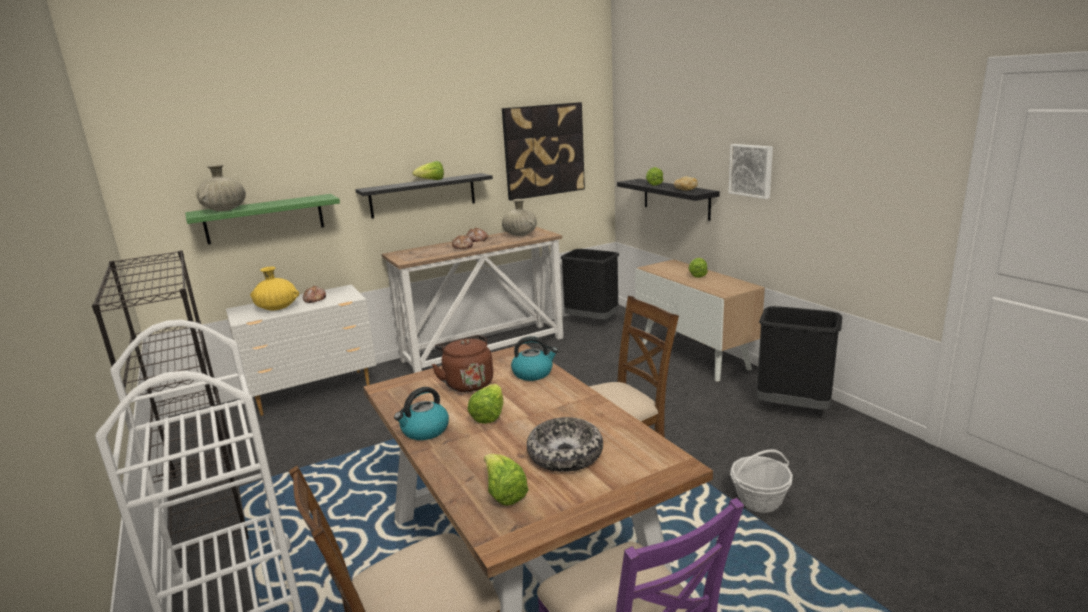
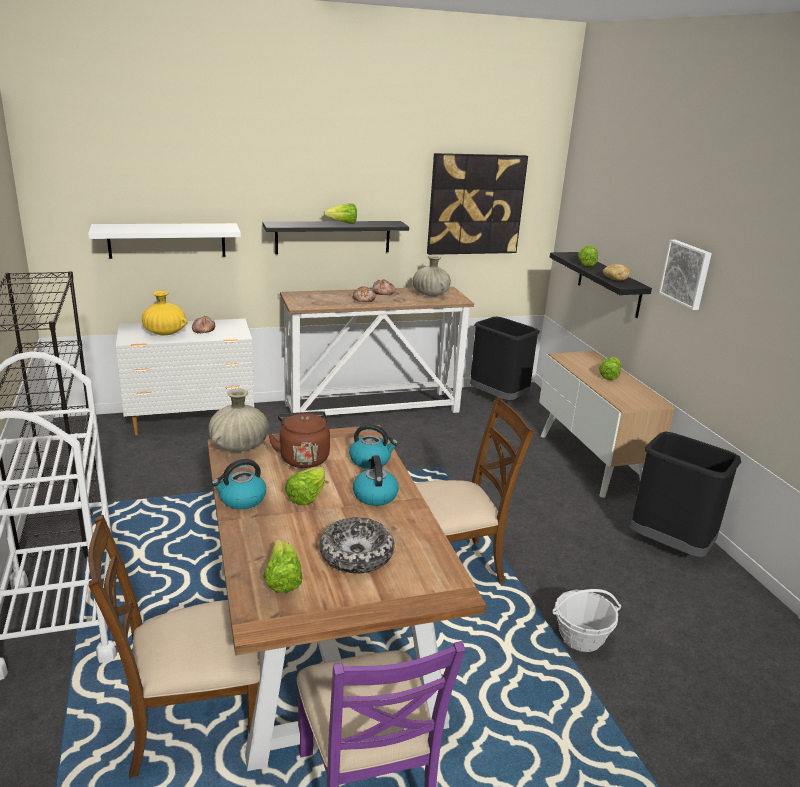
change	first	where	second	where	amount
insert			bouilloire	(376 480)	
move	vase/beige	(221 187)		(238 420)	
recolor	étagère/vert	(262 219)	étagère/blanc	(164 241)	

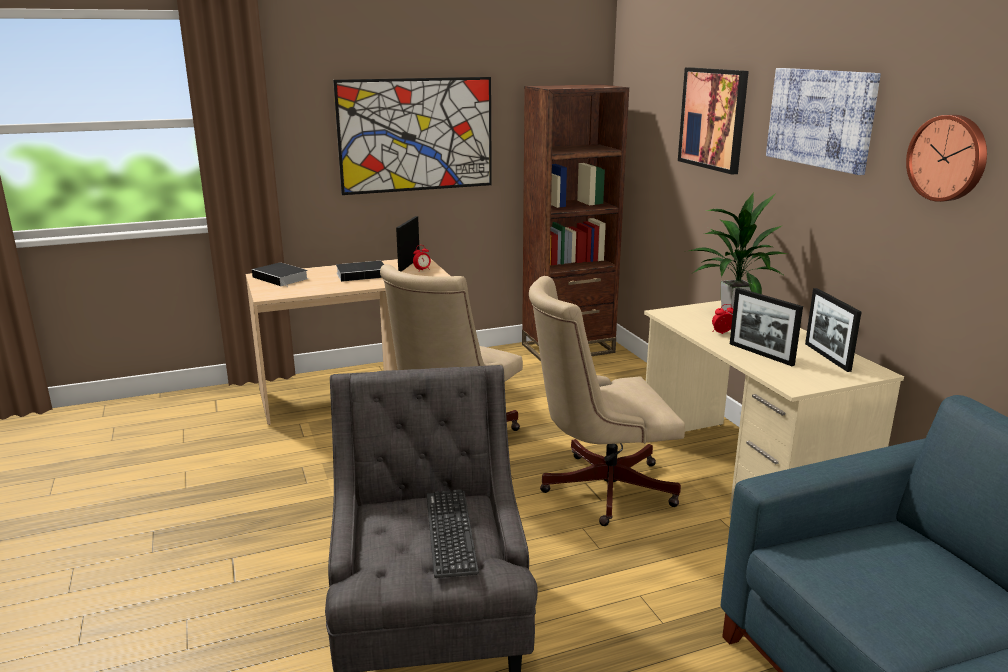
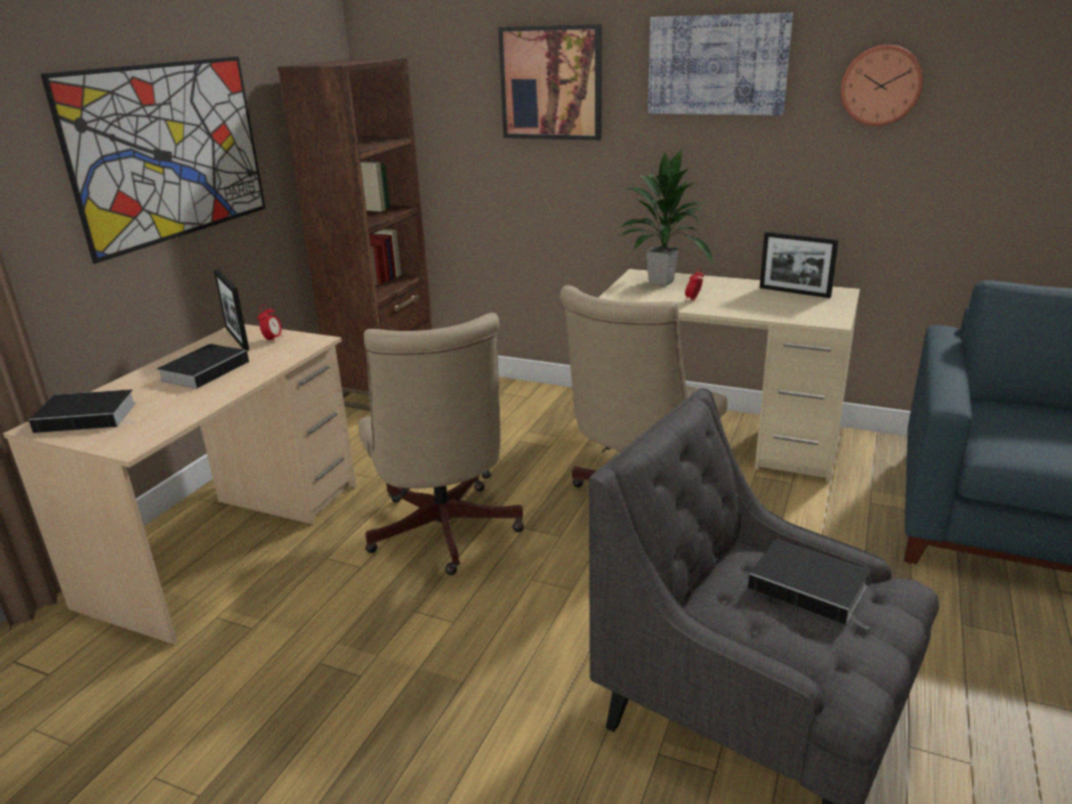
change	first	where	second	where	amount
delete	cadre photo	(766 327)			
replace	clavier	(453 533)	livre	(809 585)	

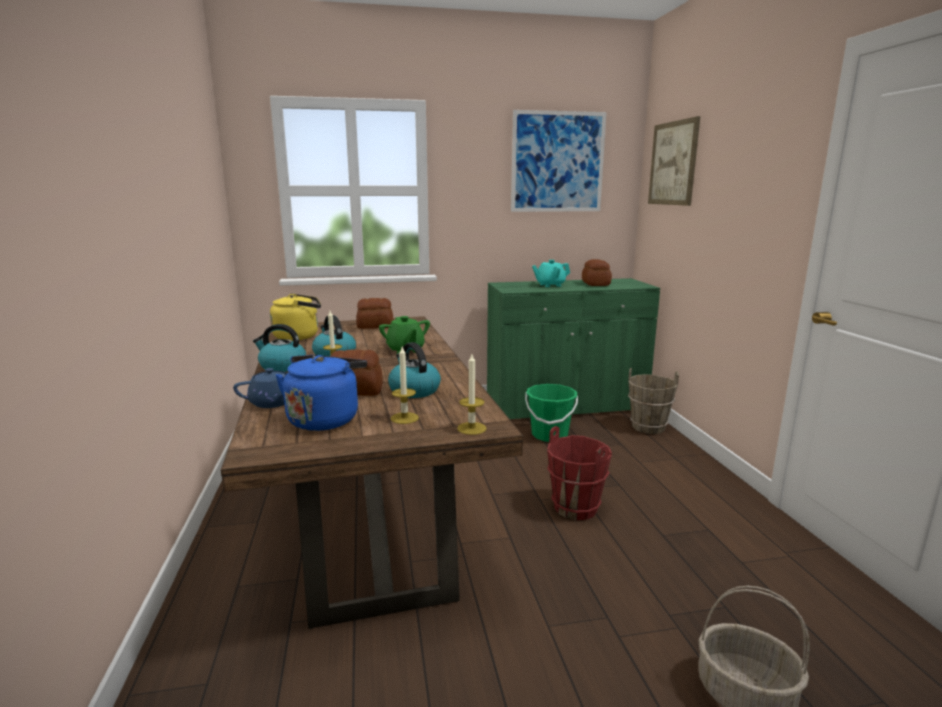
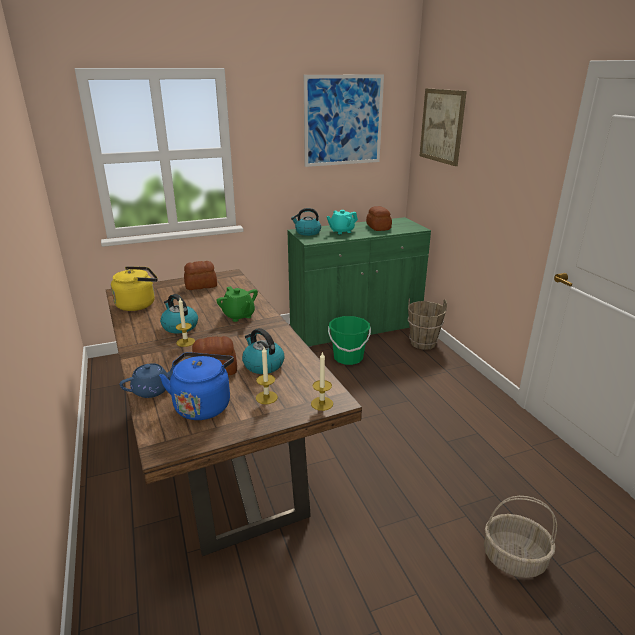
change	first	where	second	where	amount
delete	seau/rouge	(579 473)			
move	bouilloire	(279 348)		(306 222)	

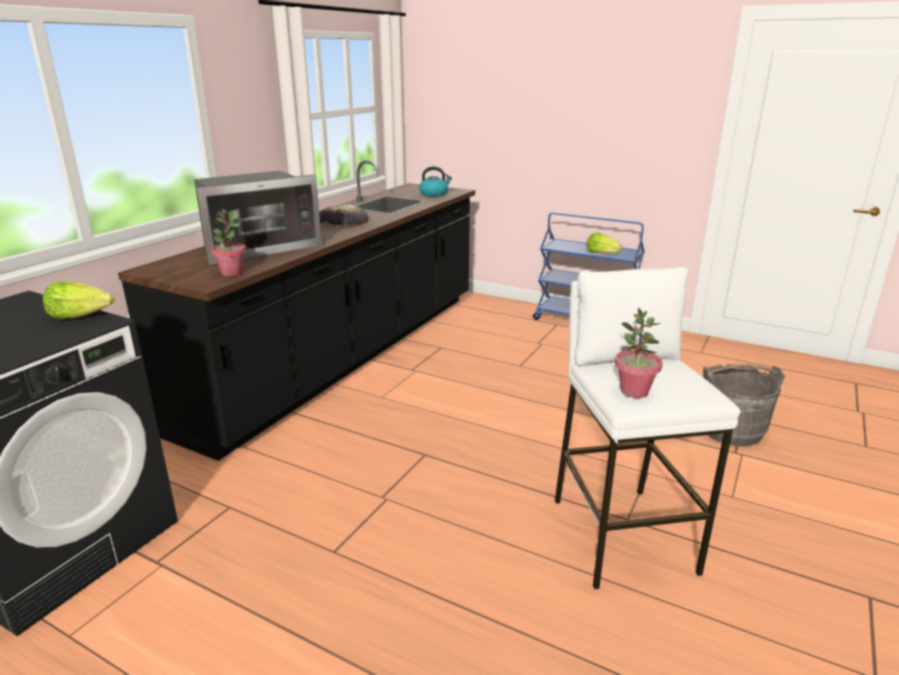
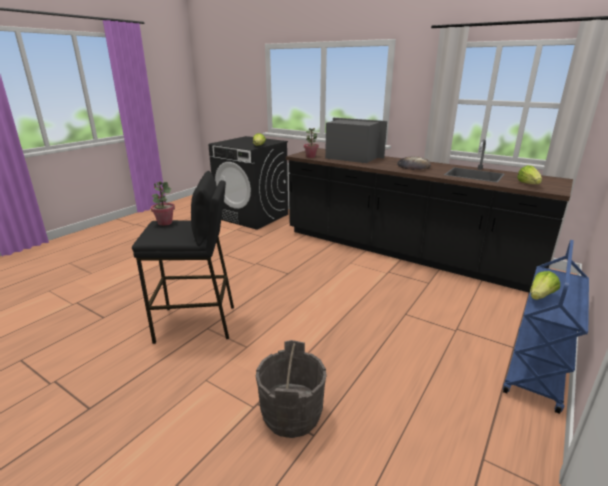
change	first	where	second	where	amount
replace	bouilloire	(435 181)	laitue	(529 174)	
recolor	tabouret/blanc	(647 428)	tabouret/noir	(183 257)	
rotate	micro-ondes	(258 218)		(356 140)	150 degrees clockwise

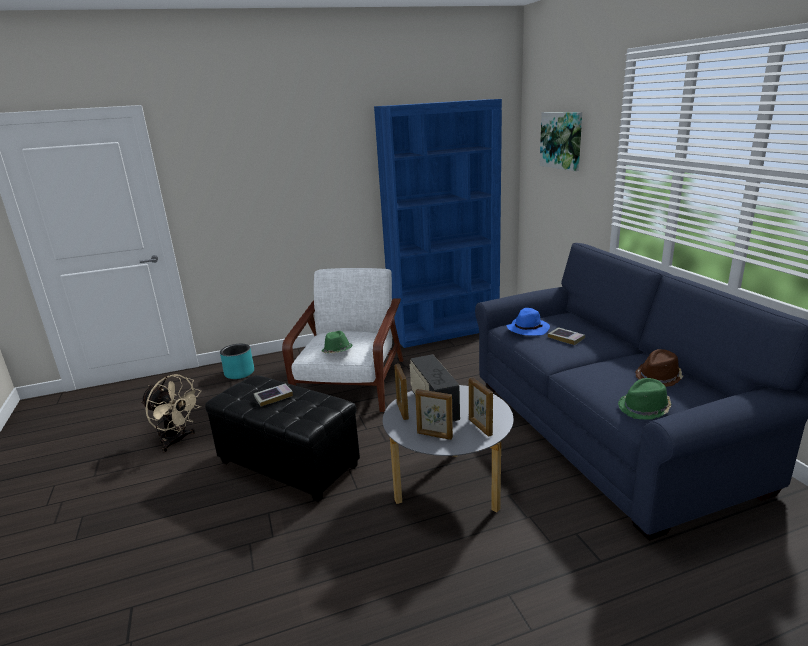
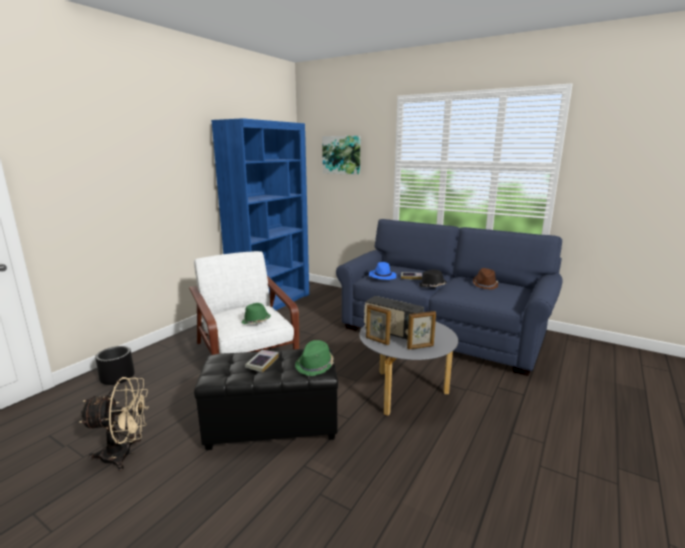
change	first	where	second	where	amount
delete	cadre photo	(481 406)			
insert			chapeau/noir	(433 278)	
move	chapeau/vert	(644 399)		(314 358)	
recolor	cache-pot/turquoise	(237 361)	cache-pot/noir	(115 365)	

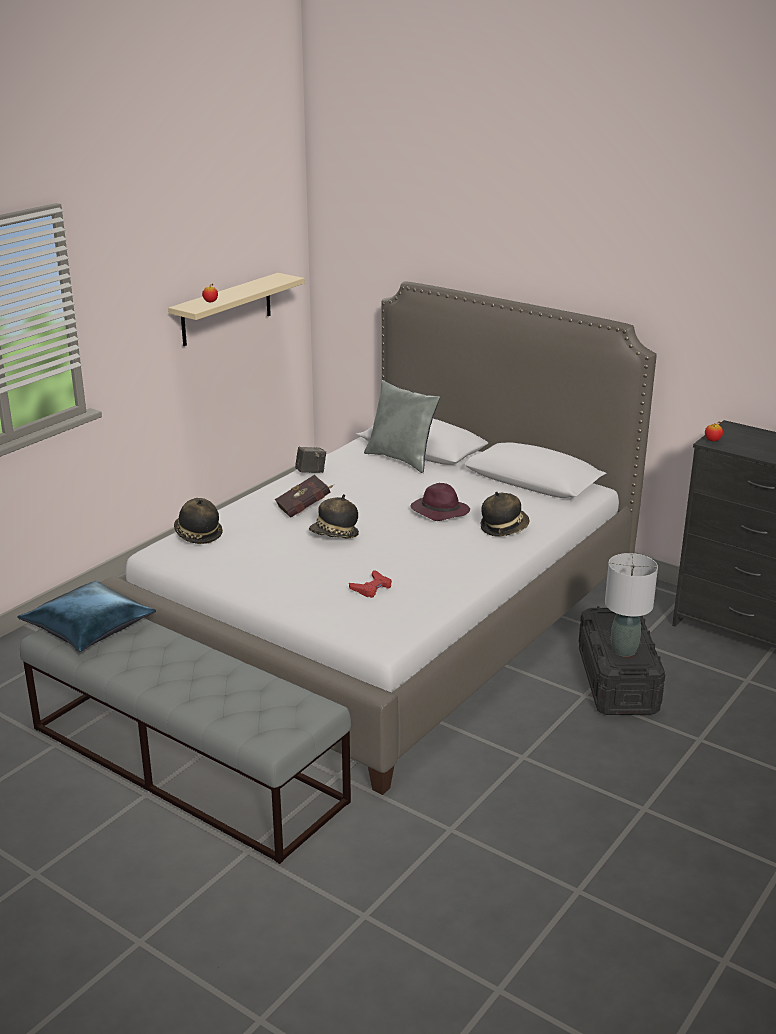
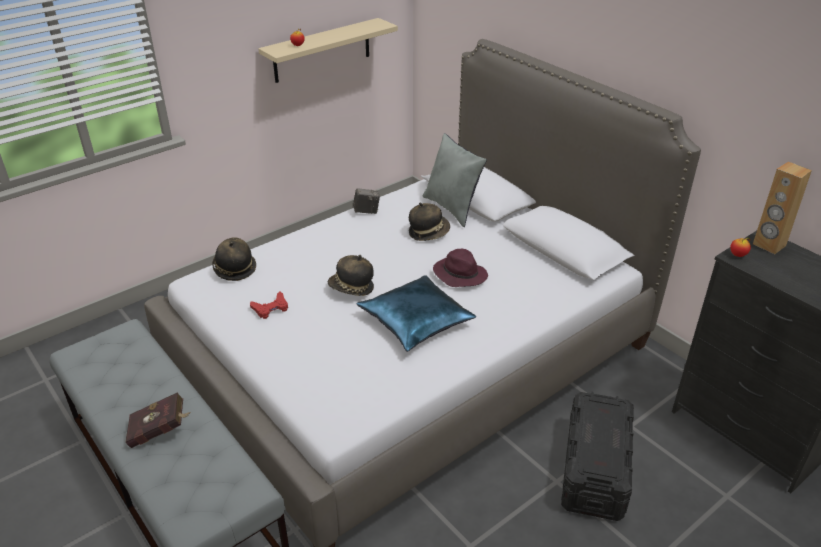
change	first	where	second	where	amount
delete	lampe de table/gris	(631 605)			
insert			enceinte/marron	(782 208)	
move	coussin/bleu	(86 616)		(416 313)	
move	livre/rouge	(304 496)		(158 420)	
move	manette/rouge	(370 584)		(269 305)	
move	chapeau	(505 514)		(429 221)	

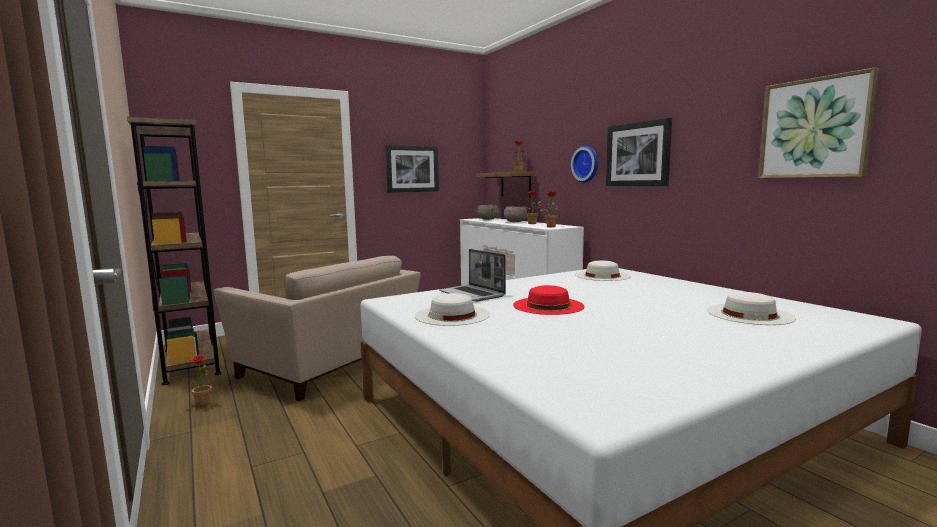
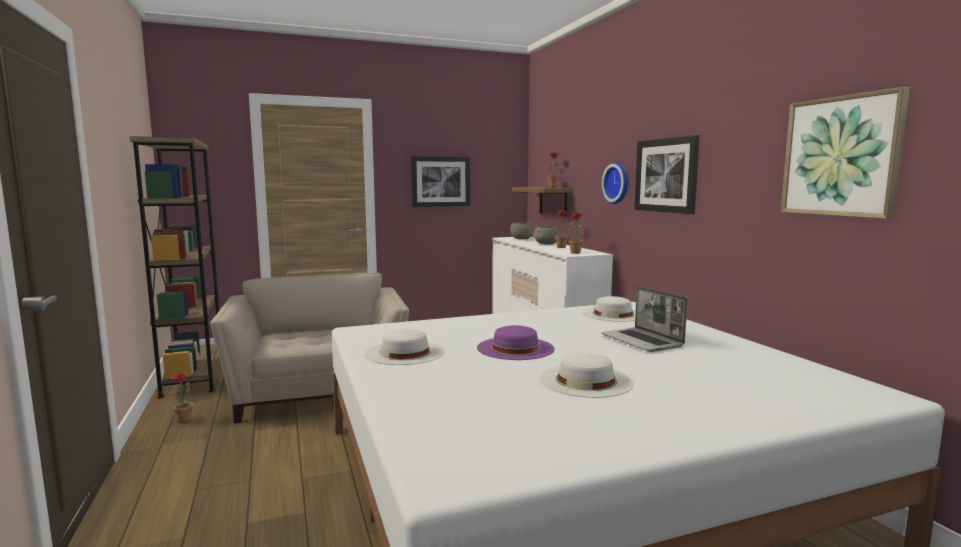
change	first	where	second	where	amount
move	ordinateur portable	(472 275)		(644 319)	
move	chapeau/blanc	(751 308)		(587 375)	
recolor	chapeau/rouge	(549 300)	chapeau/violet	(516 342)	
rotate	fauteuil/beige	(317 328)		(309 348)	150 degrees counterclockwise

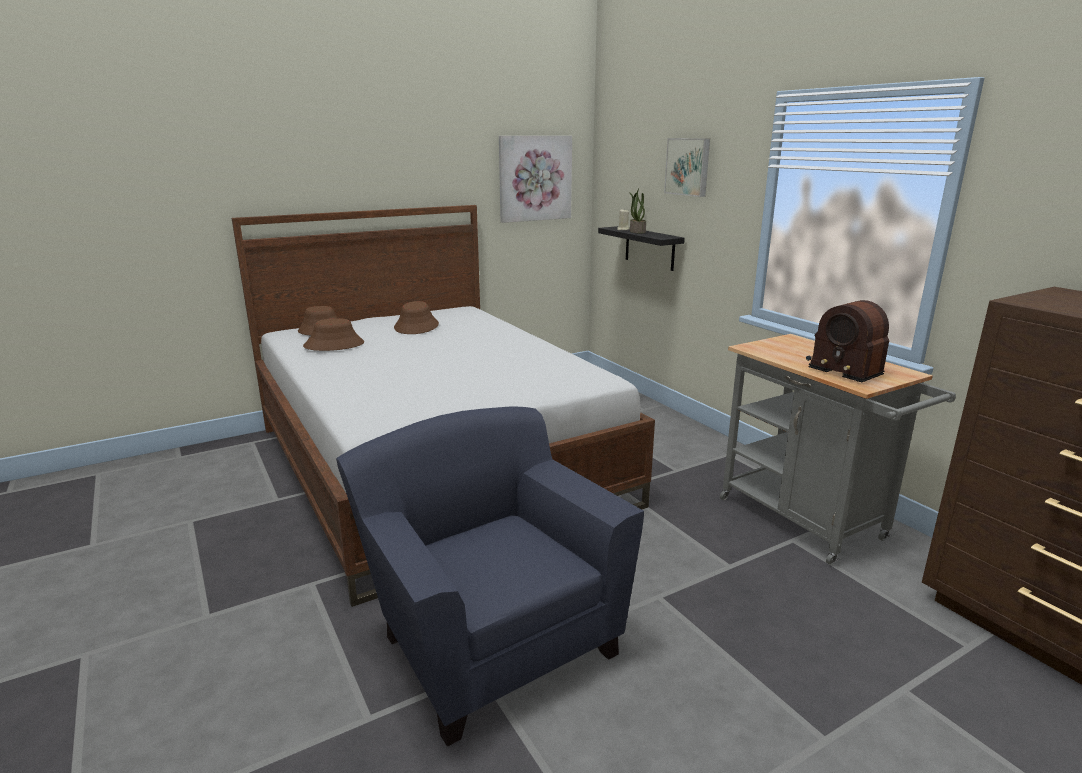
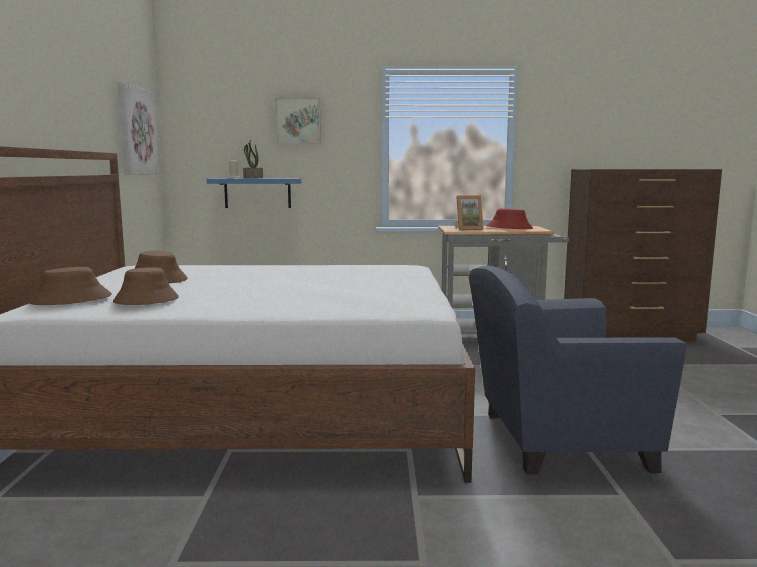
change	first	where	second	where	amount
insert			cadre photo	(469 212)	
replace	radio	(847 341)	chapeau/rouge	(509 218)	
recolor	étagère/noir	(641 248)	étagère/bleu	(253 193)	

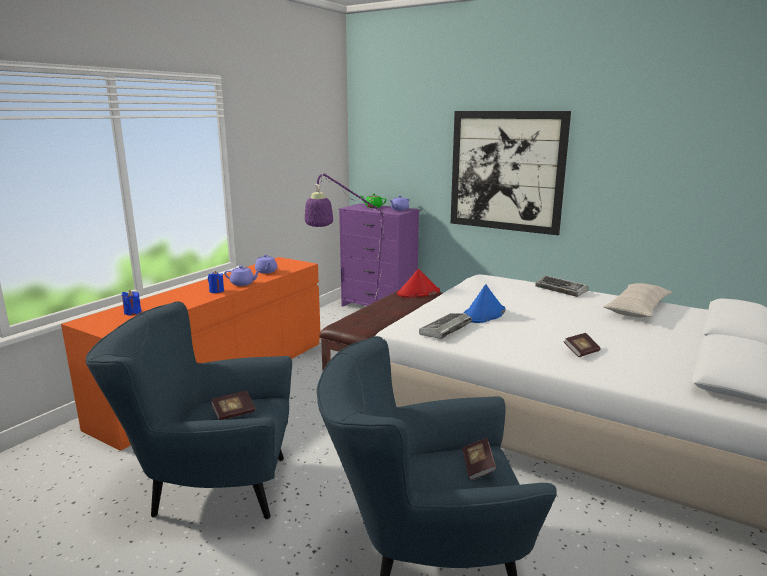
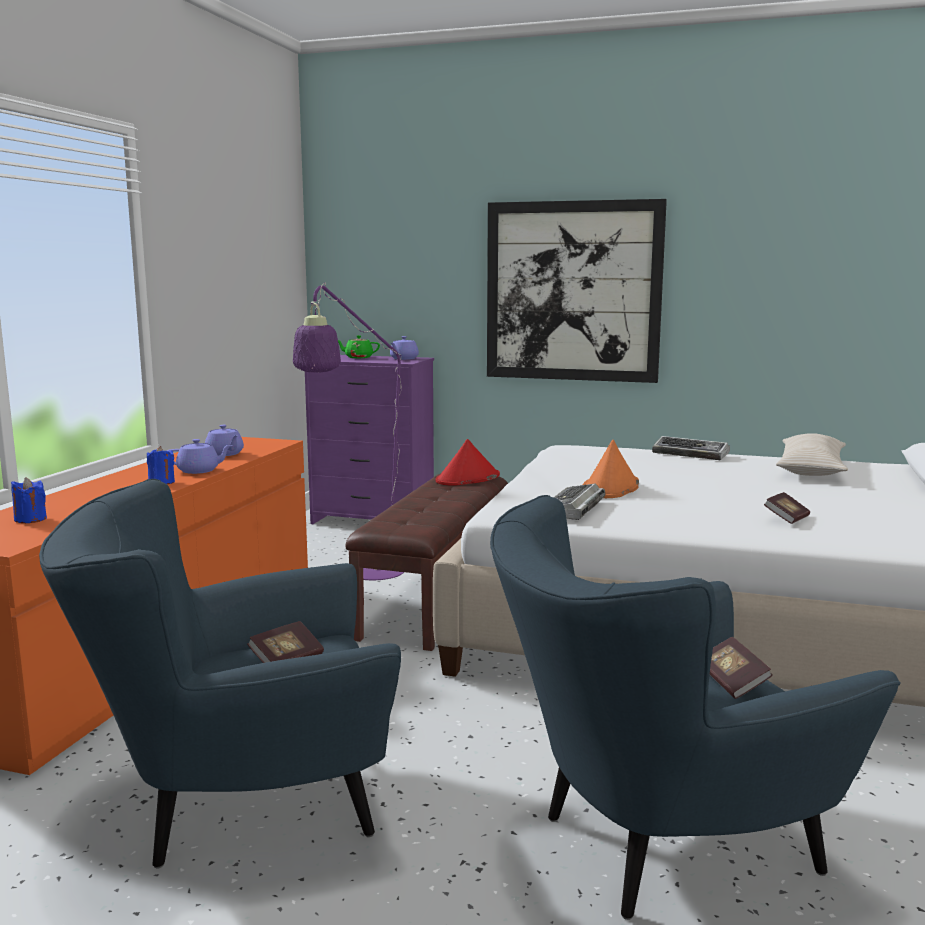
change	first	where	second	where	amount
recolor	chapeau/bleu	(484 303)	chapeau/orange	(611 469)	

